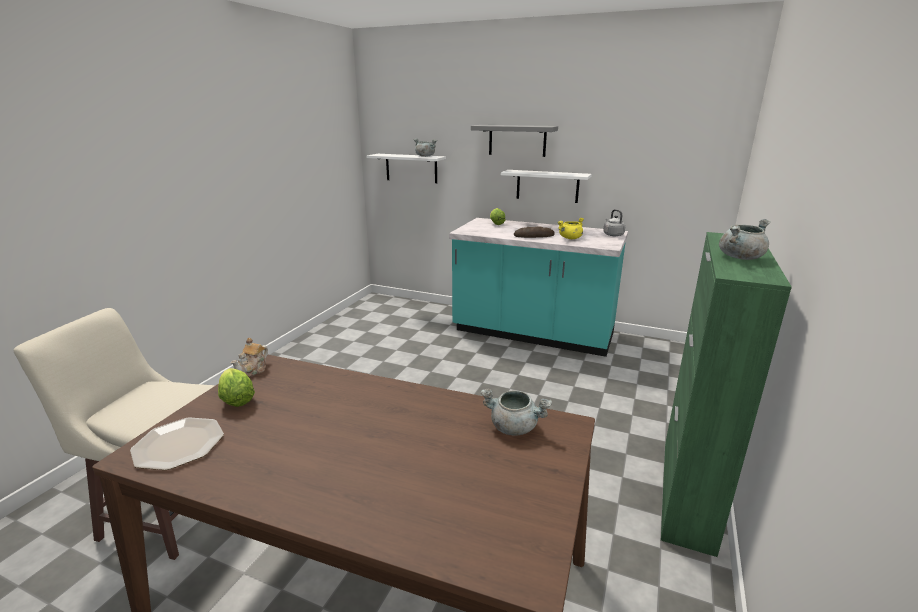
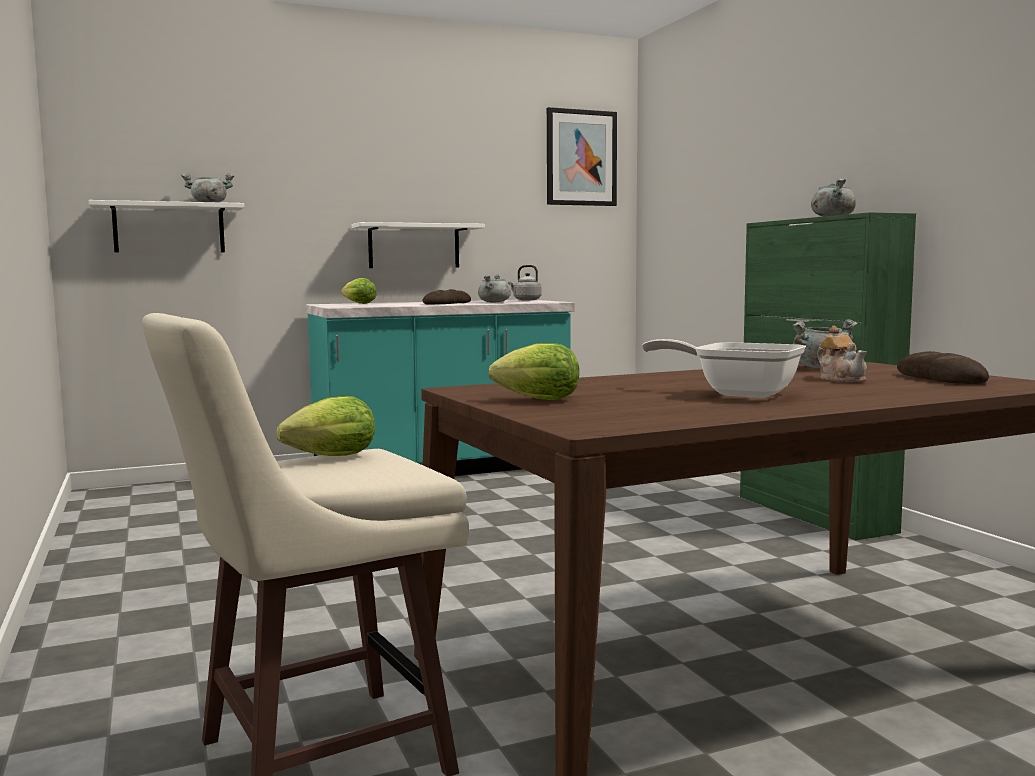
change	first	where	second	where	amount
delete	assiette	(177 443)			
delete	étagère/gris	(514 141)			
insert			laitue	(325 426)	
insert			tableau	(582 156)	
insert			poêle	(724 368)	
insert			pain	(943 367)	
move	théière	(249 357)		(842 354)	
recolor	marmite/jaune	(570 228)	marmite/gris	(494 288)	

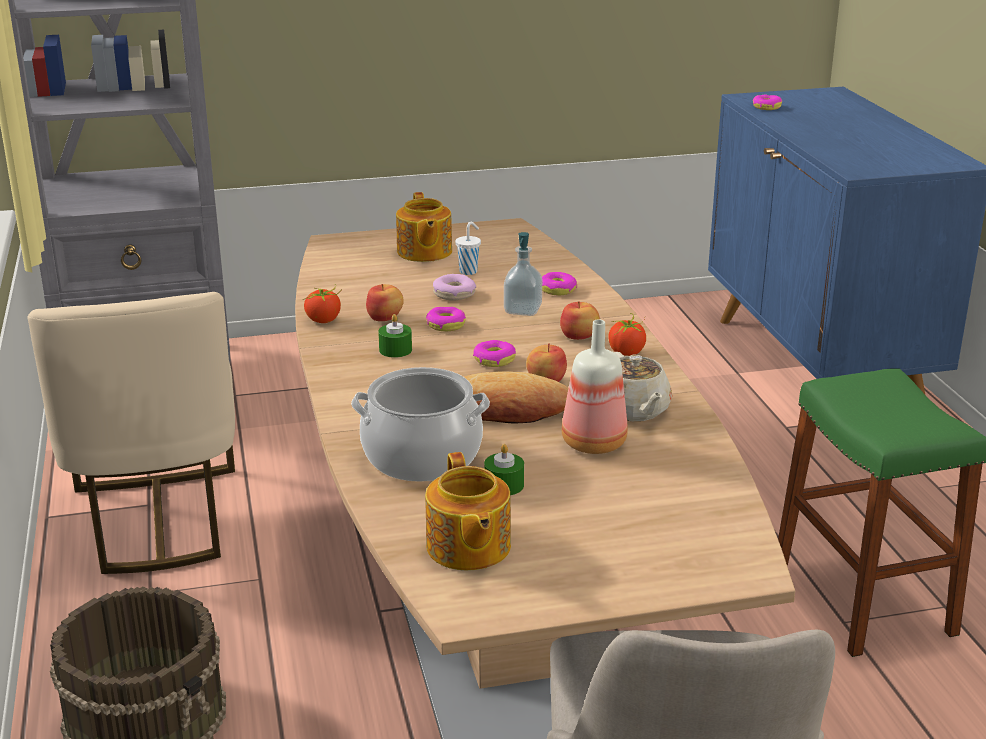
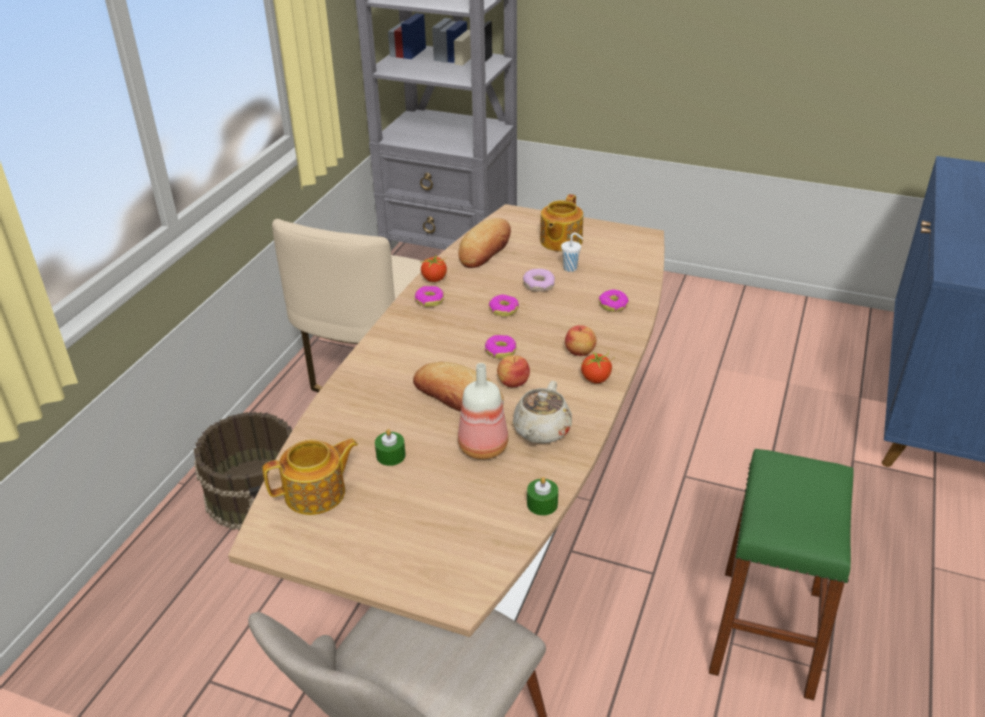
change	first	where	second	where	amount
delete	marmite	(420 424)			
delete	pomme	(385 302)			
delete	distributeur de savon	(523 274)			
insert			pain	(484 243)	
move	bougie/vert	(395 336)		(542 496)	
move	beignet	(767 102)		(429 296)	
rotate	théière	(468 511)		(310 476)	135 degrees counterclockwise

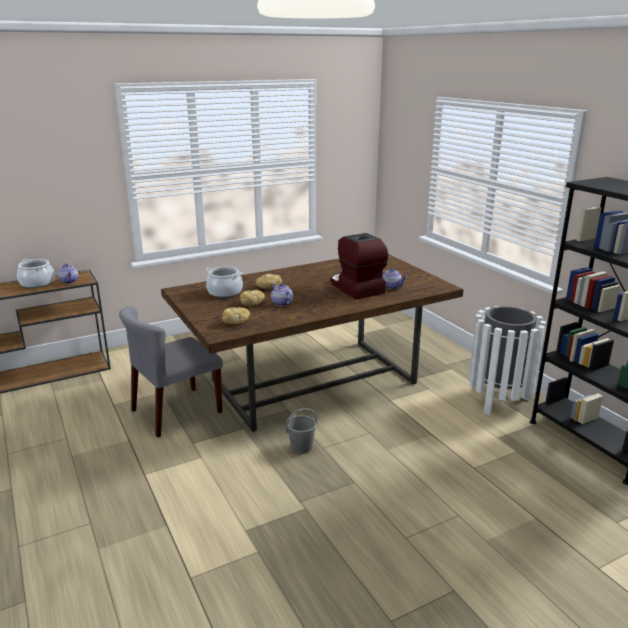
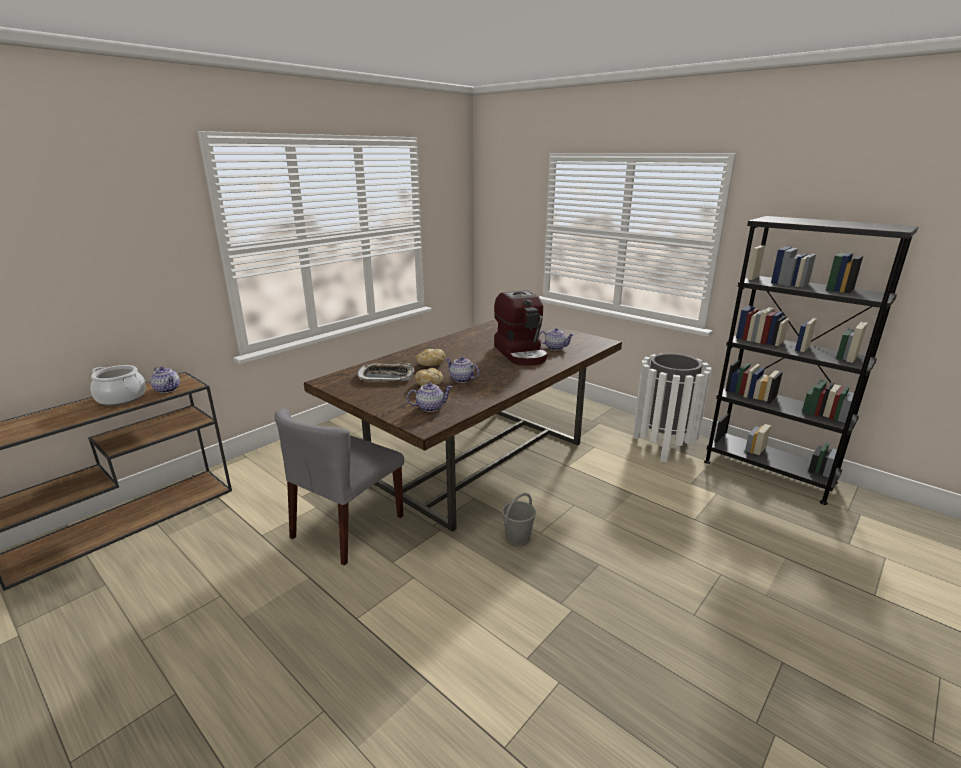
change	first	where	second	where	amount
replace	marmite	(224 282)	plateau	(385 372)	
replace	pain	(236 315)	théière	(429 397)	
rotate	machine à café	(359 266)		(521 328)	150 degrees counterclockwise

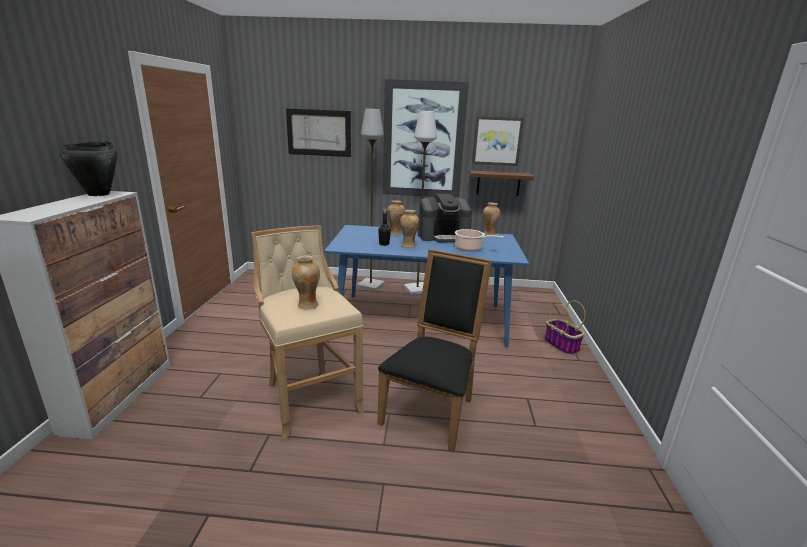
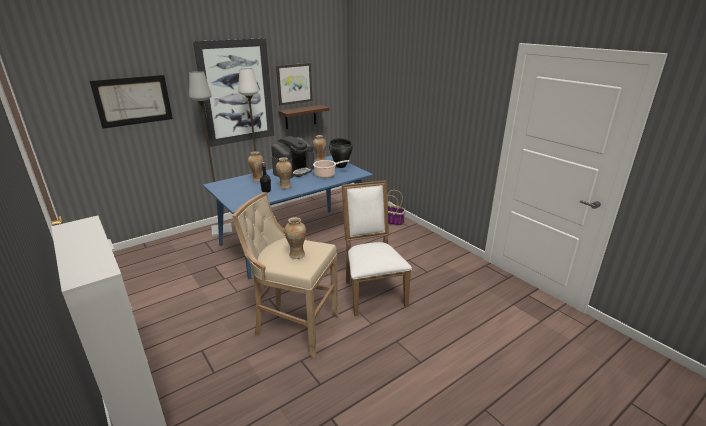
change	first	where	second	where	amount
move	marmite/noir	(89 168)		(341 153)	
recolor	chaise/noir	(434 350)	chaise/blanc	(377 248)	

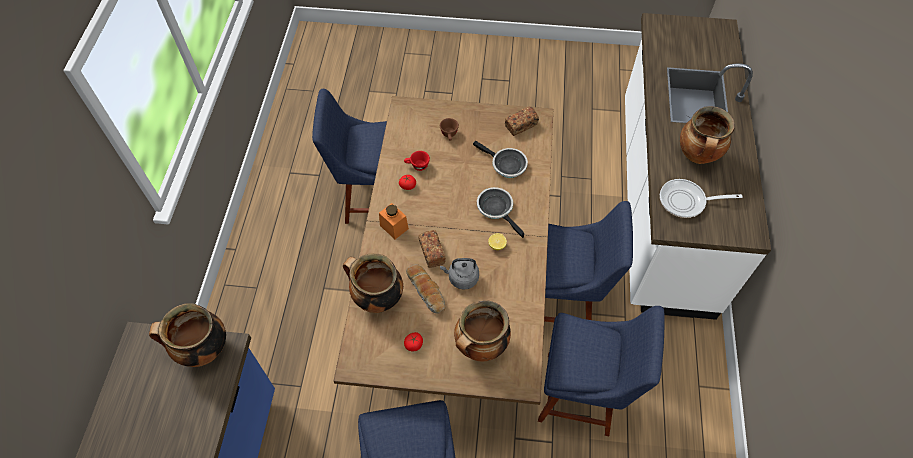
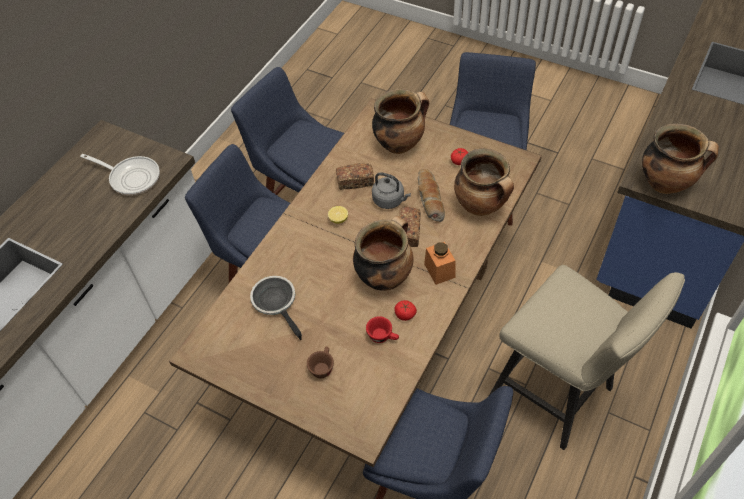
change	first	where	second	where	amount
delete	poêle	(500 212)			
insert			tabouret/beige	(587 357)	
move	pain	(522 121)		(355 176)	
move	marmite	(707 135)		(383 253)	

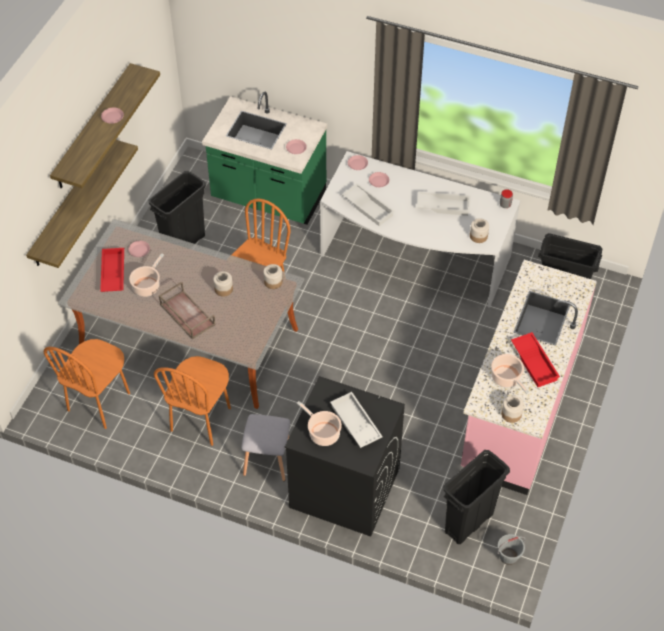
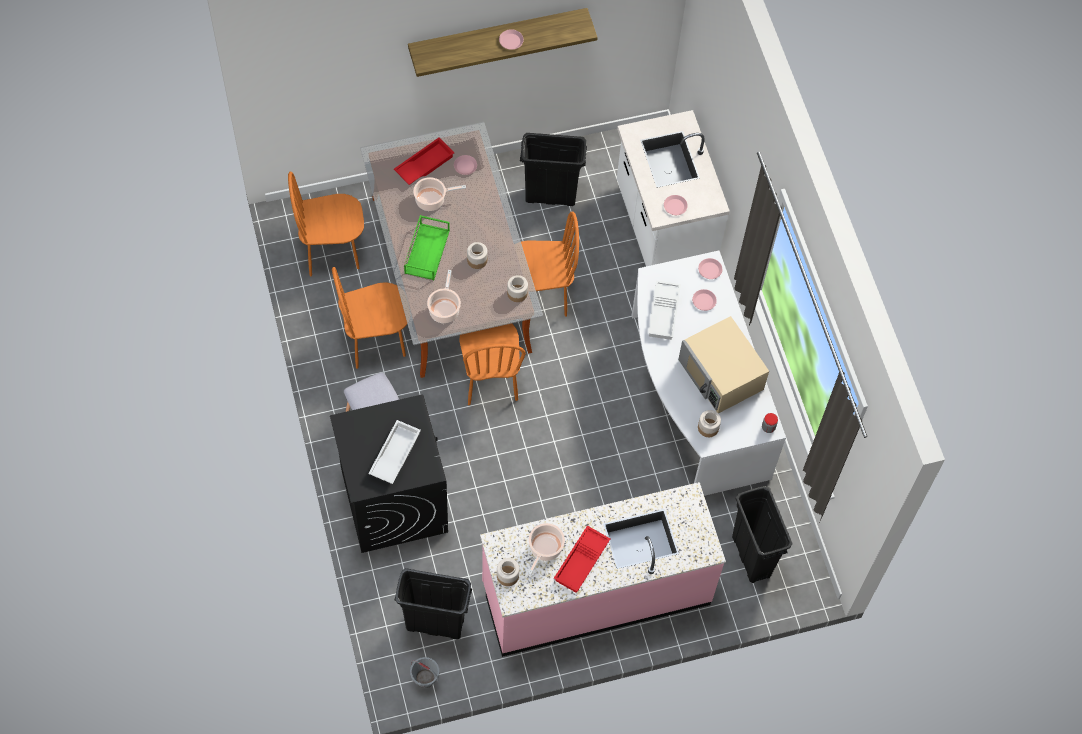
change	first	where	second	where	amount
delete	étagère	(82 204)			
insert			chaise/orange	(493 364)	
move	marmite	(319 423)		(444 296)	
replace	plateau/blanc	(444 203)	micro-ondes/beige	(723 365)	
recolor	plateau/marron	(187 310)	plateau/vert	(427 247)	
recolor	comptoir de cuisine/vert	(264 158)	comptoir de cuisine/blanc	(673 188)	

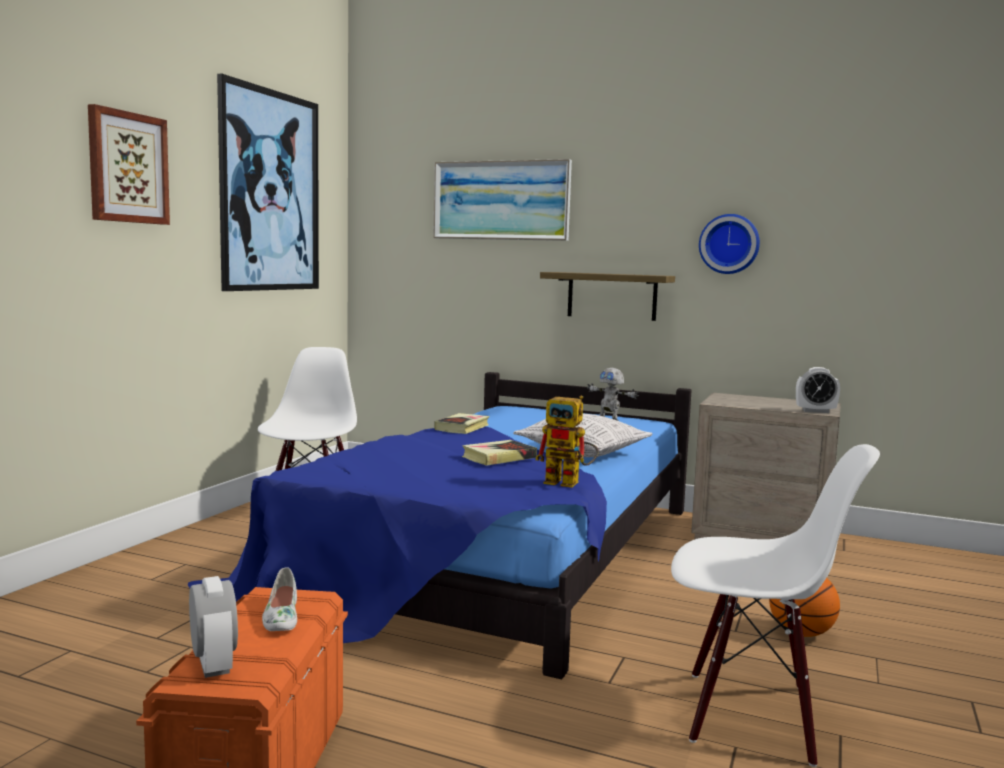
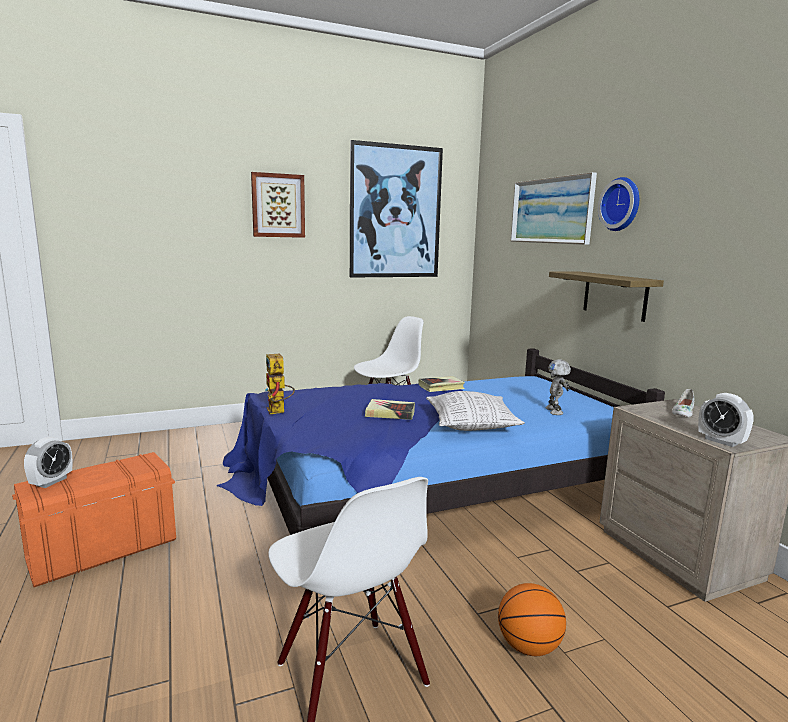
change	first	where	second	where	amount
move	chaussure/blanc	(279 599)		(683 403)	
move	robot jouet	(567 442)		(280 384)	
move	horloge murale	(729 244)		(618 204)	

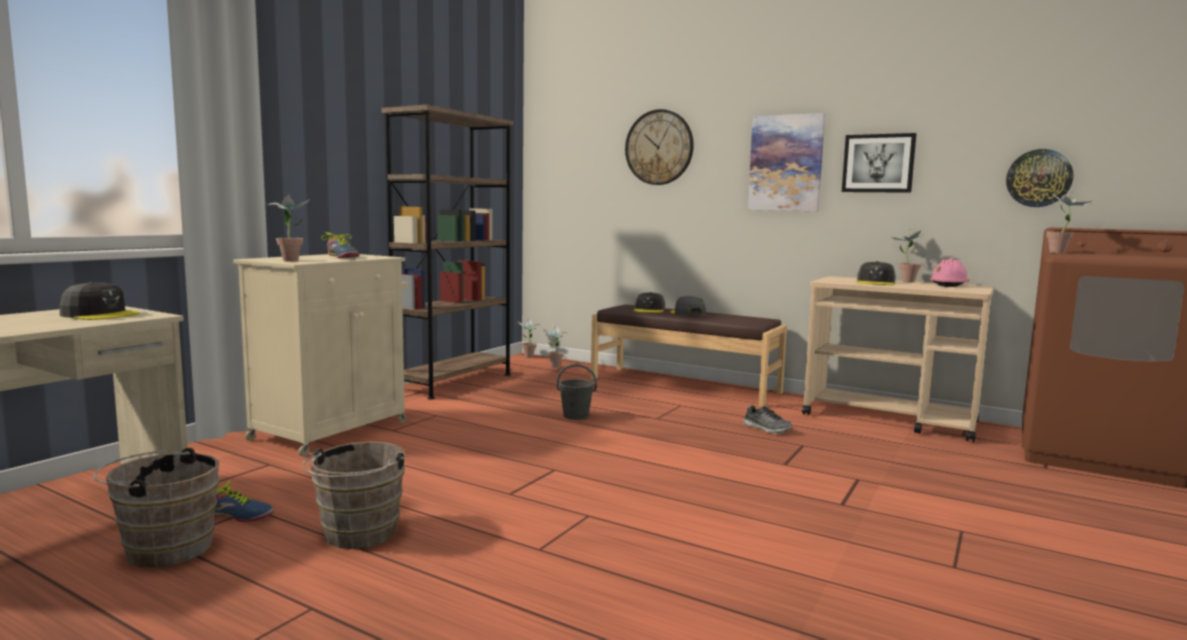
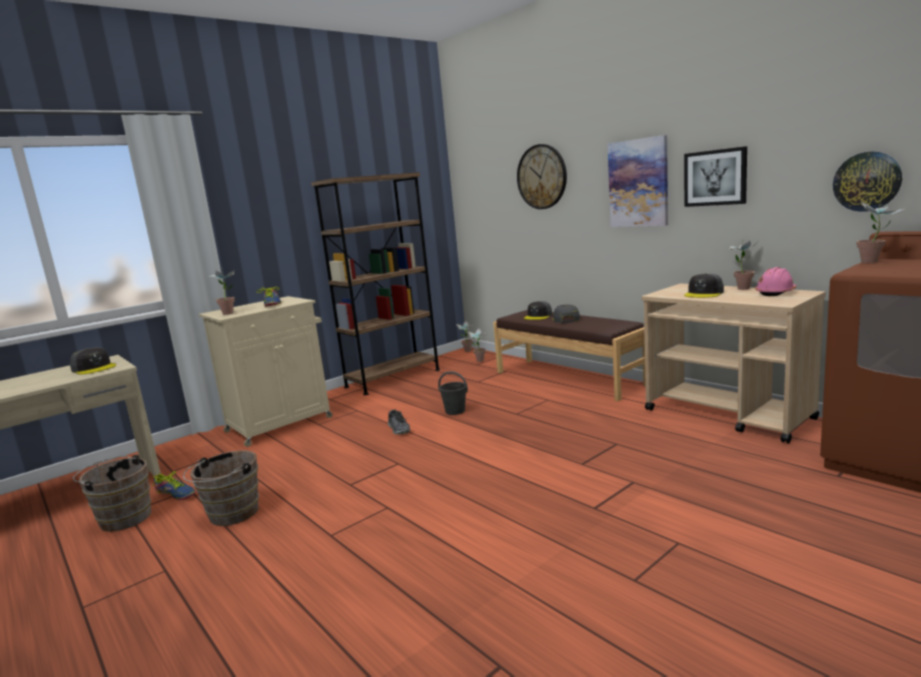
change	first	where	second	where	amount
move	chaussure	(767 419)		(399 422)	

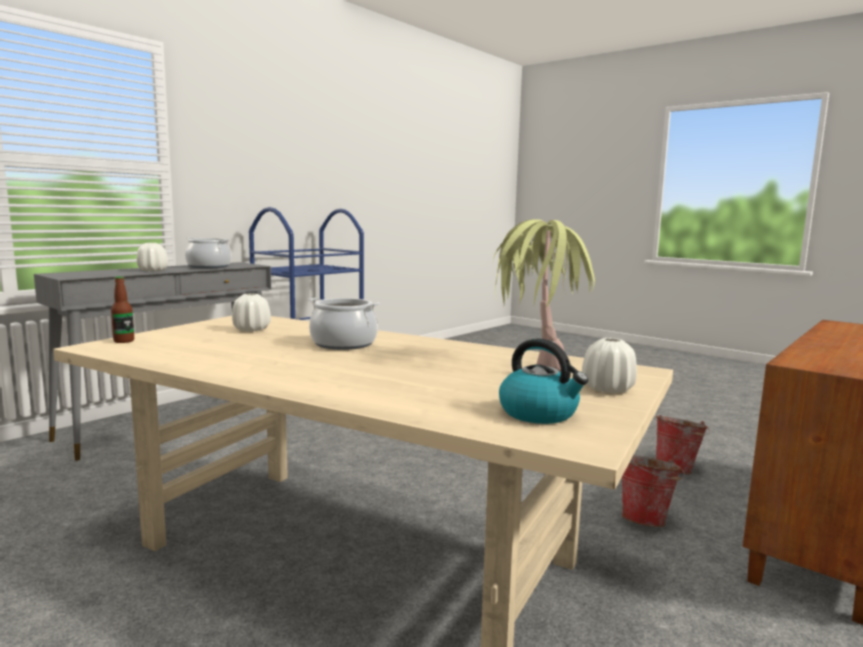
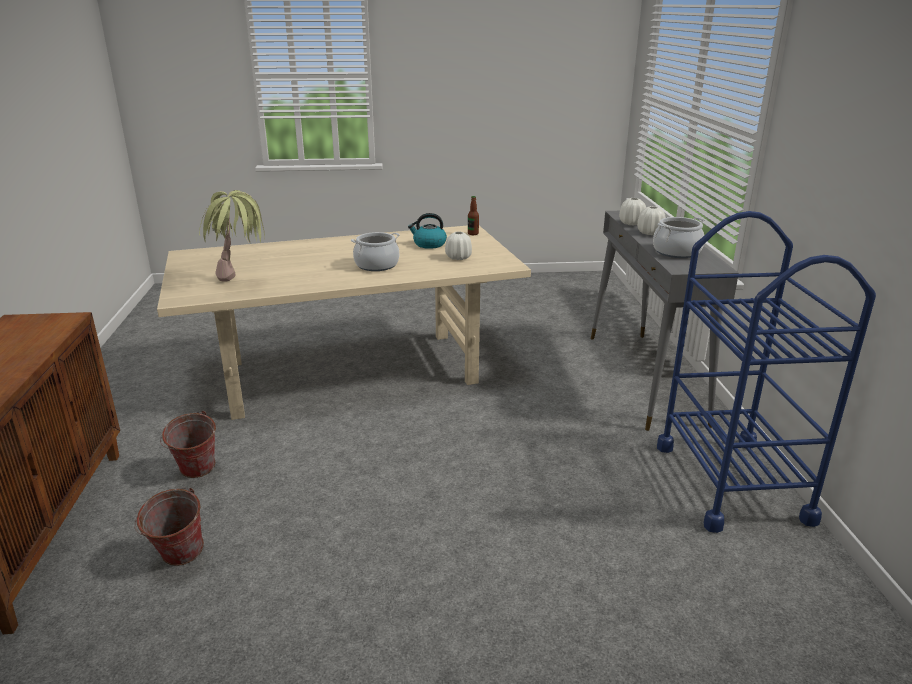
change	first	where	second	where	amount
move	bouilloire	(543 381)		(427 231)	
move	vase/blanc	(609 365)		(632 211)	

